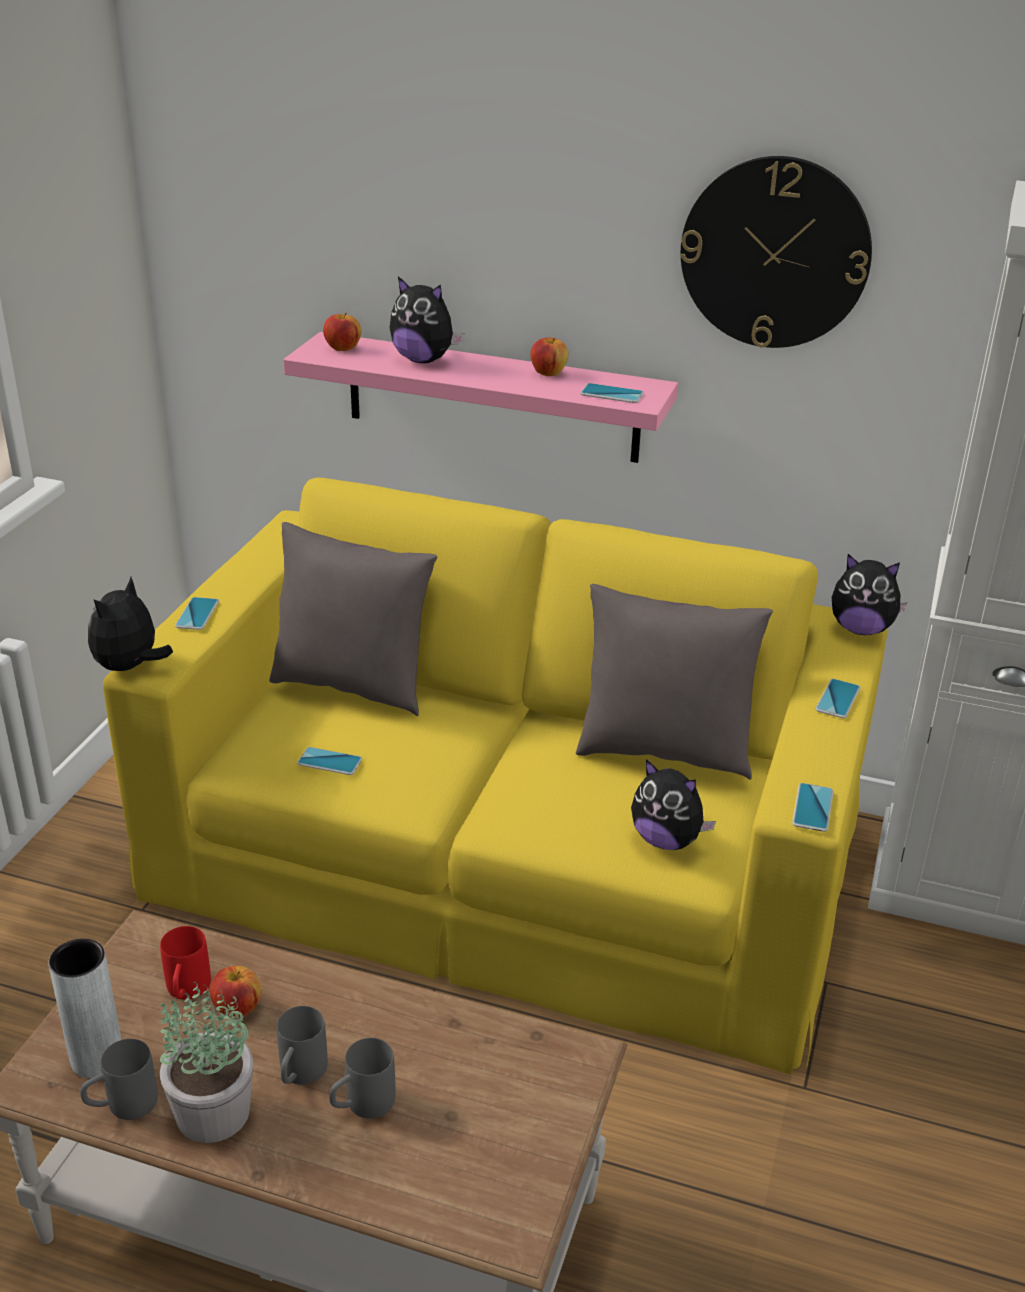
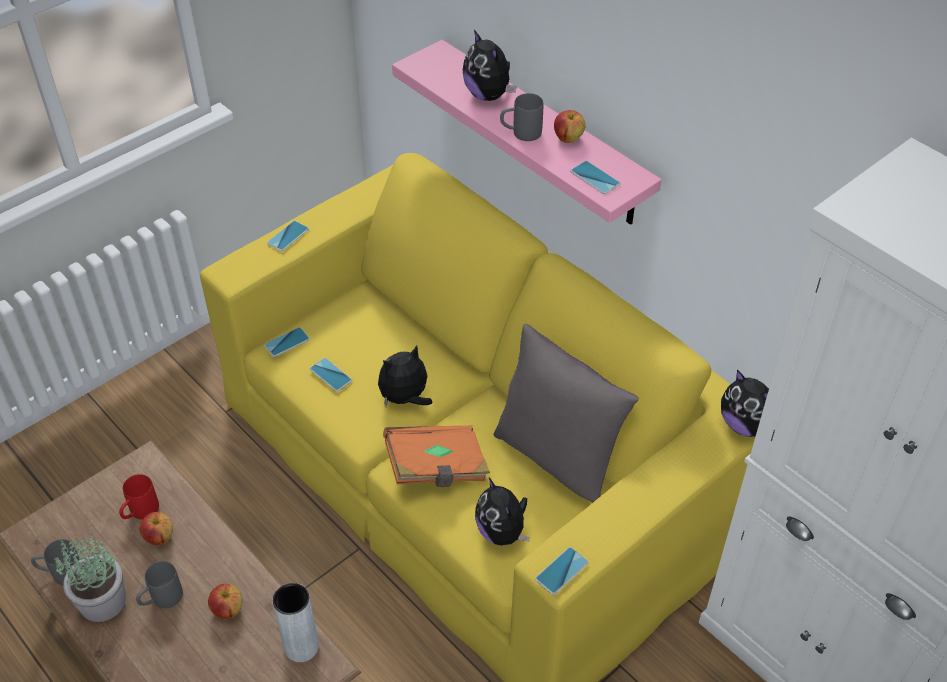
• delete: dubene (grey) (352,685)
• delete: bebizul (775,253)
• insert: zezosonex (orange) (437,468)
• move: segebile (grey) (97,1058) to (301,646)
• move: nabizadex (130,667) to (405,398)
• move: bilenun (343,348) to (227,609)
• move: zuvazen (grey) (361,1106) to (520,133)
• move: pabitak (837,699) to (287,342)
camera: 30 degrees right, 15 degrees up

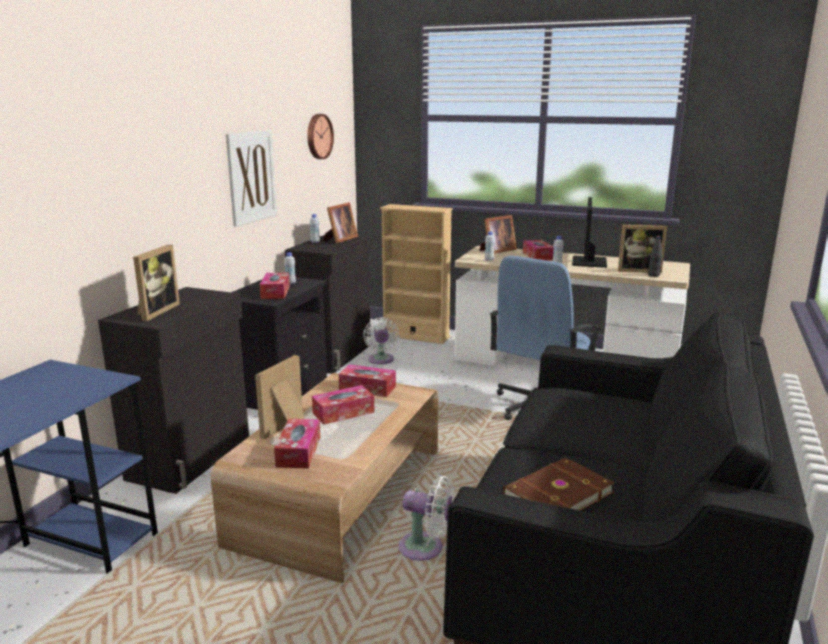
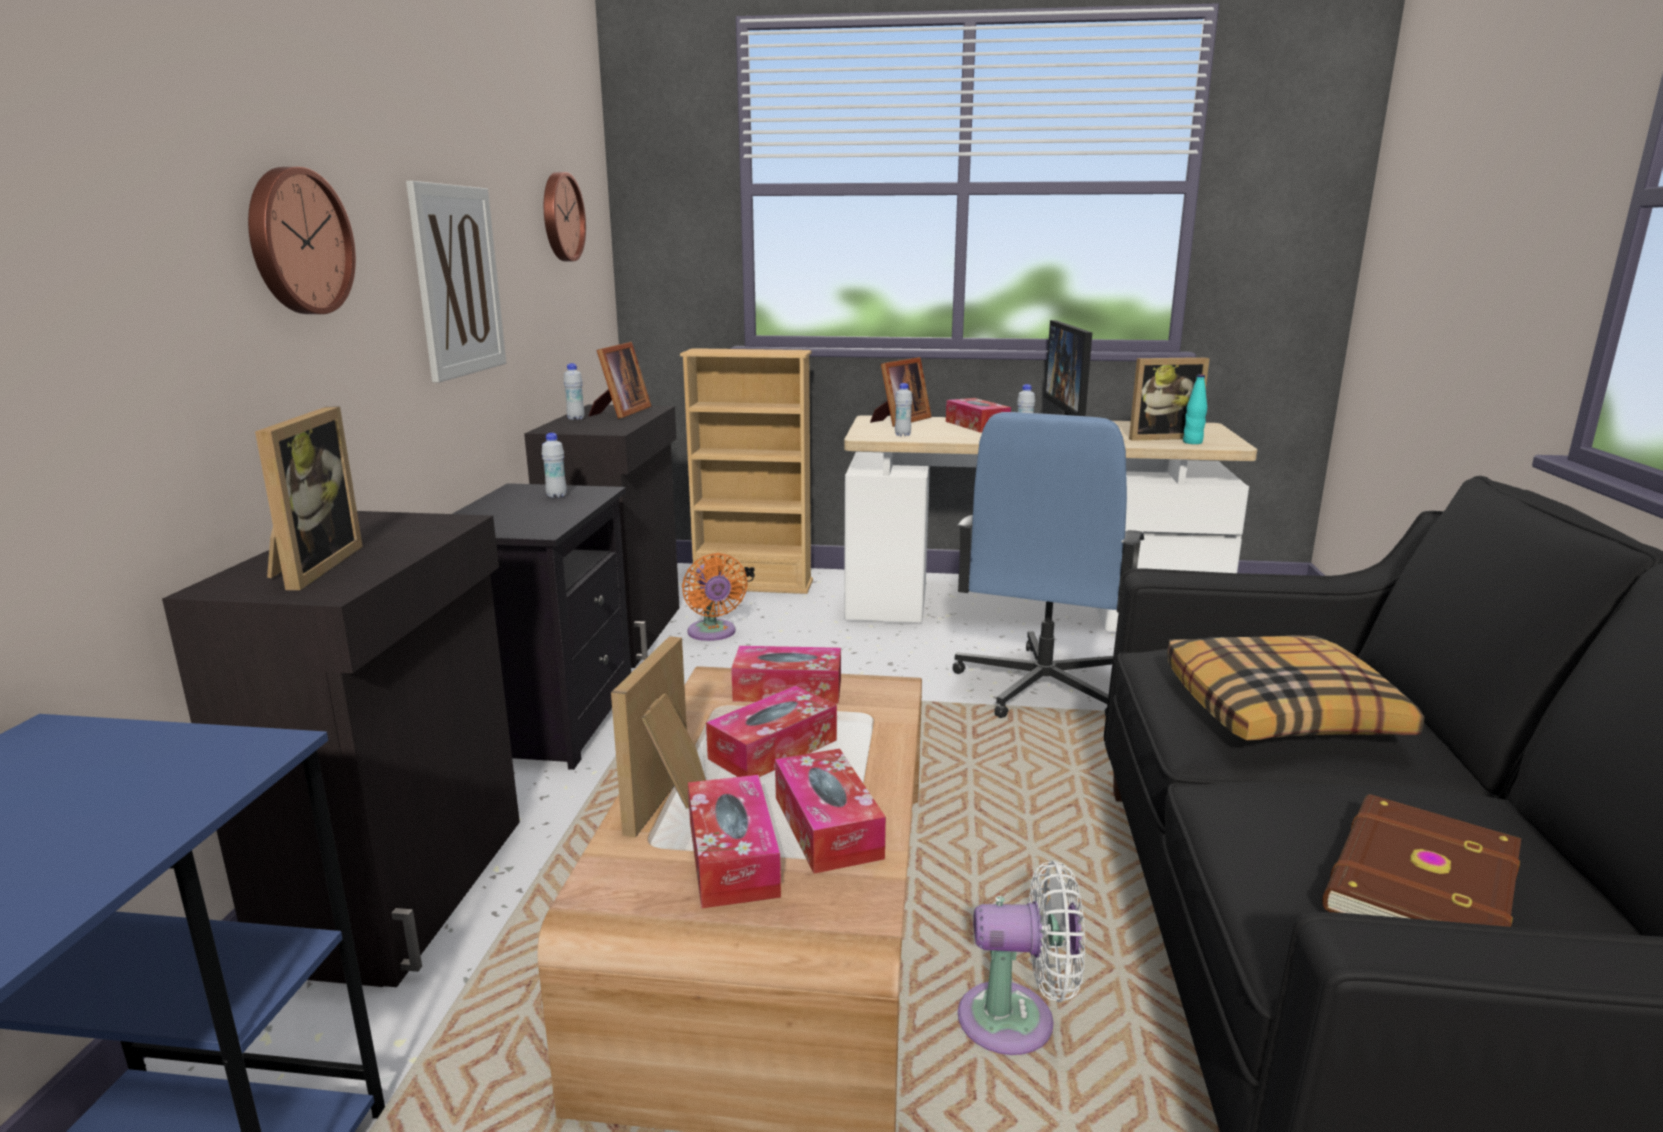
• insert: bebizul (297,242)
• insert: dubene (1281,711)
• move: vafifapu (275,292) to (827,827)
• recolor: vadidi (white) (381,360) to vadidi (orange) (713,633)
• recolor: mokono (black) (653,275) to mokono (turquoise) (1192,442)
camera: 15 degrees left, 0 degrees up

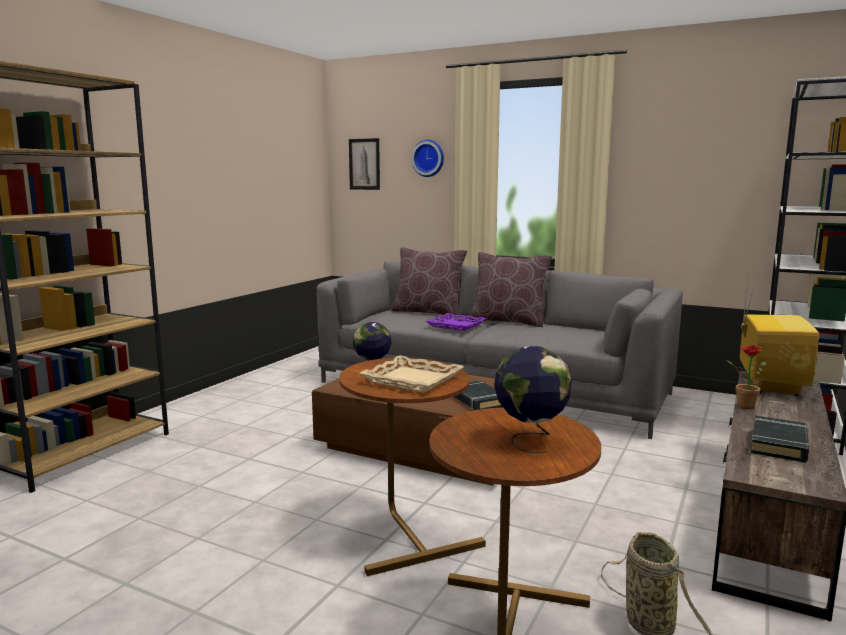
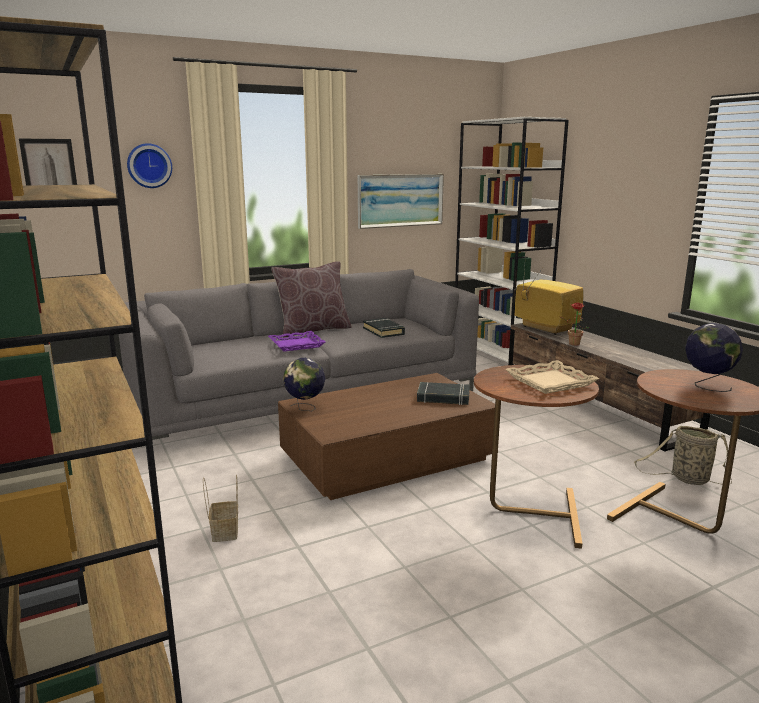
• delete: dubene (brown) (428,312)
• insert: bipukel (224,531)
• insert: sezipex (400,200)
• move: zezosonex (black) (779,444) to (384,331)
camera: 55 degrees left, 5 degrees up

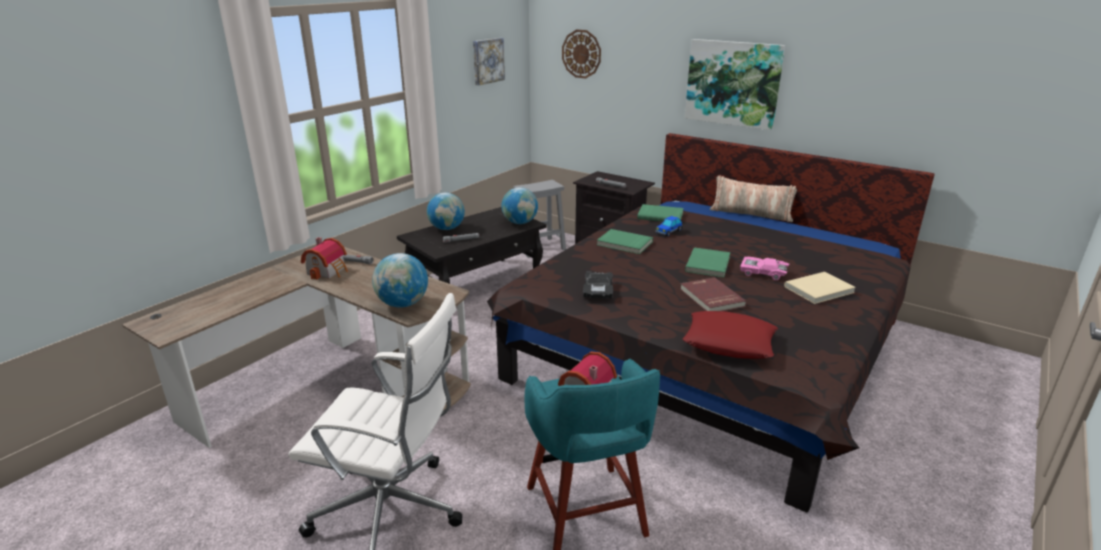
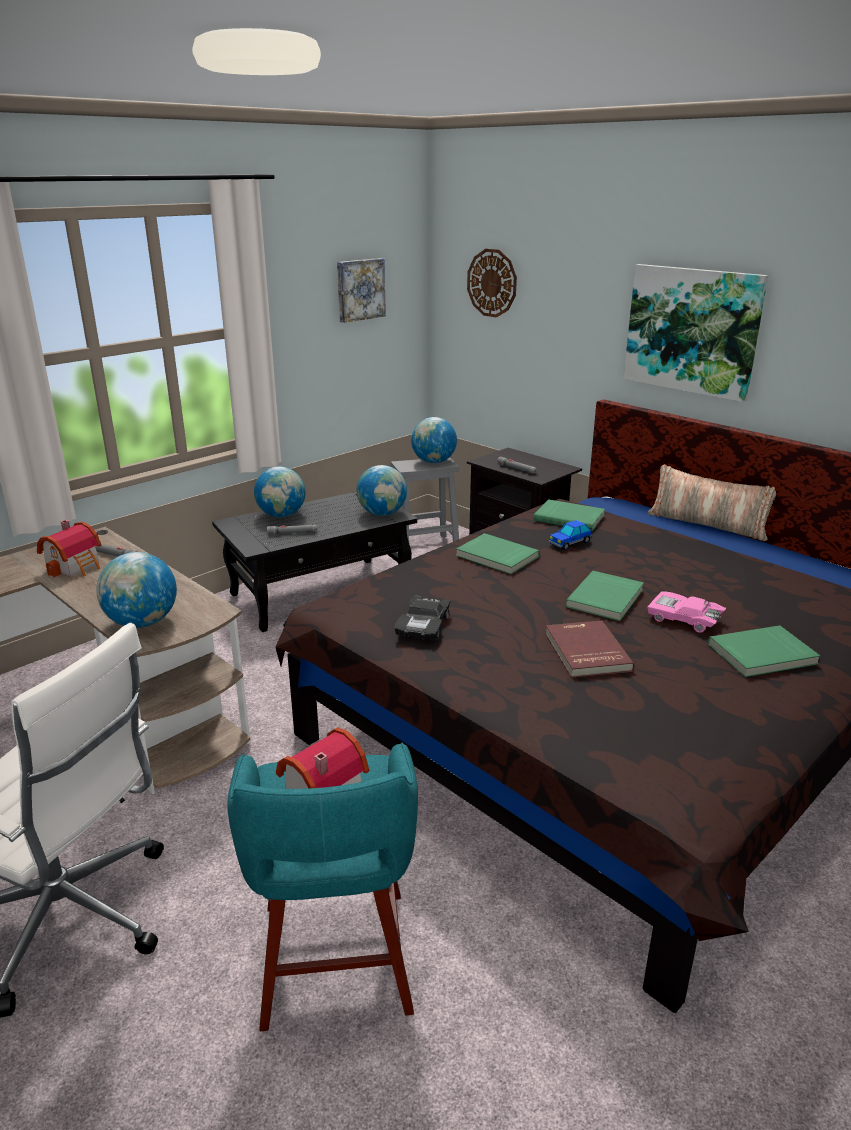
• delete: dubene (red) (729,342)
• insert: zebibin (433,462)
• recolor: zezosonex (beige) (819,290) to zezosonex (green) (763,655)
camera: 10 degrees right, 0 degrees up

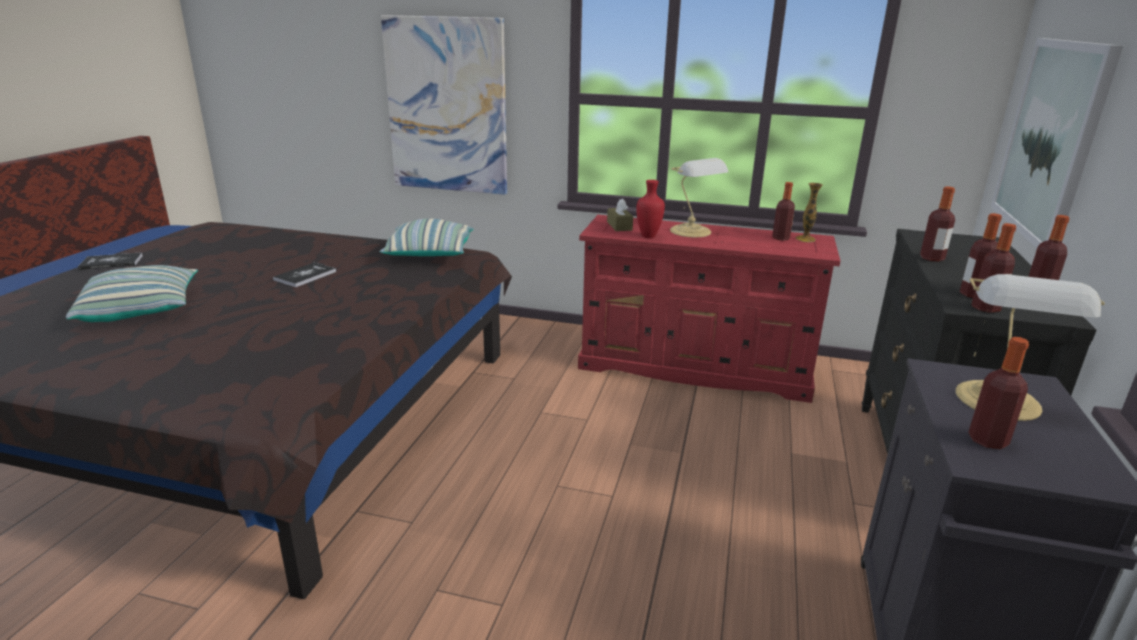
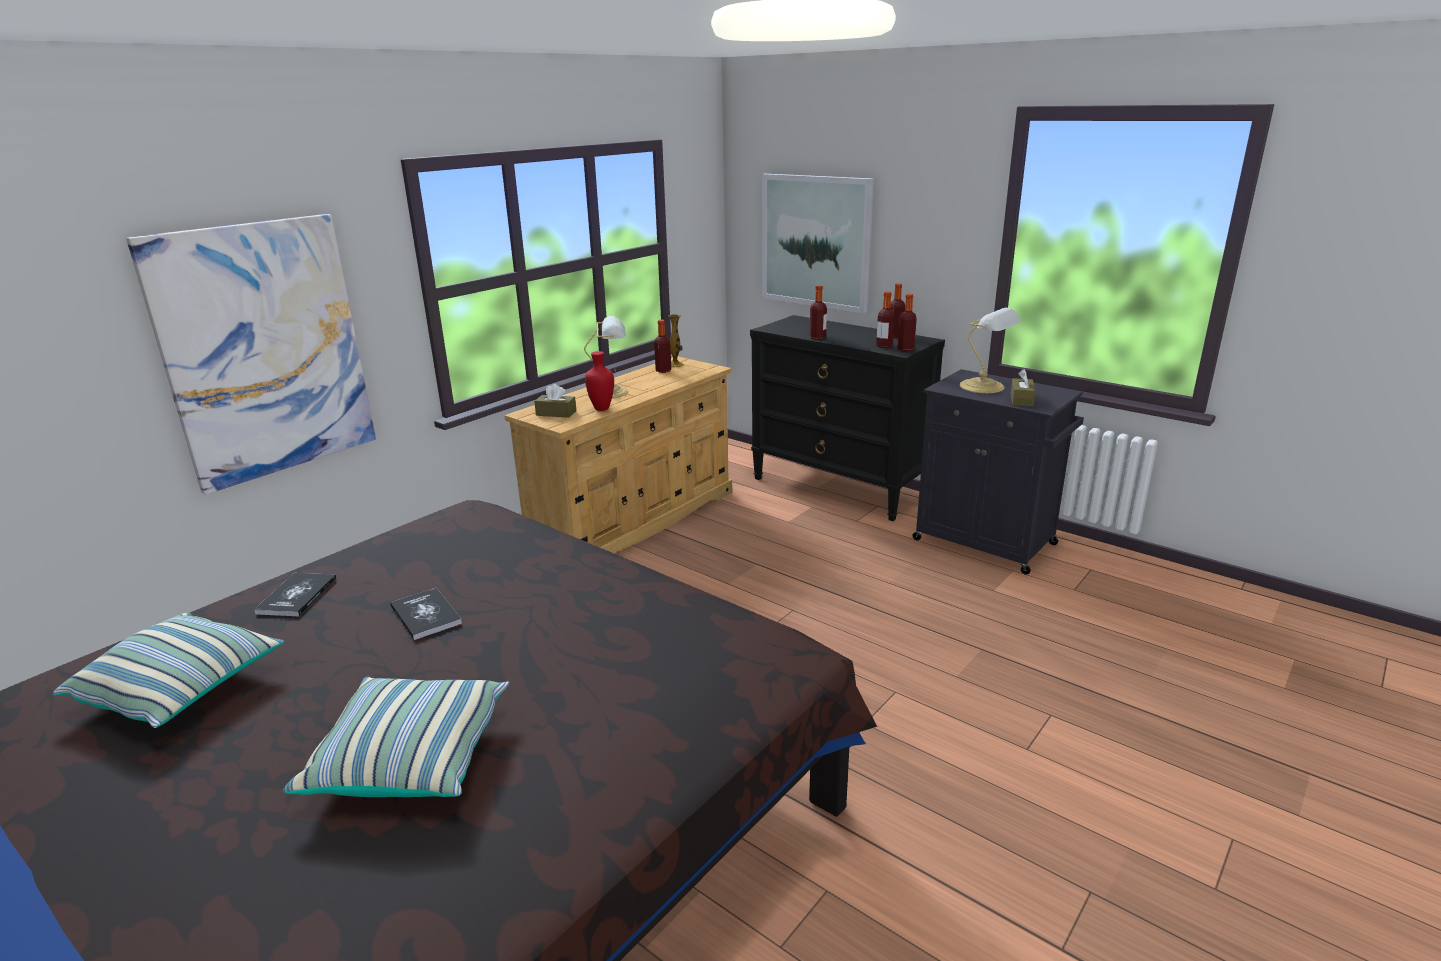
• move: zezosonex (111,262) to (297,596)
• move: dubene (429,255) to (182,688)
• replace: mokono (987,440) to vafifapu (brown) (1021,399)
• recolor: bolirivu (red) (695,368) to bolirivu (beige) (635,520)
camera: 65 degrees left, 0 degrees up

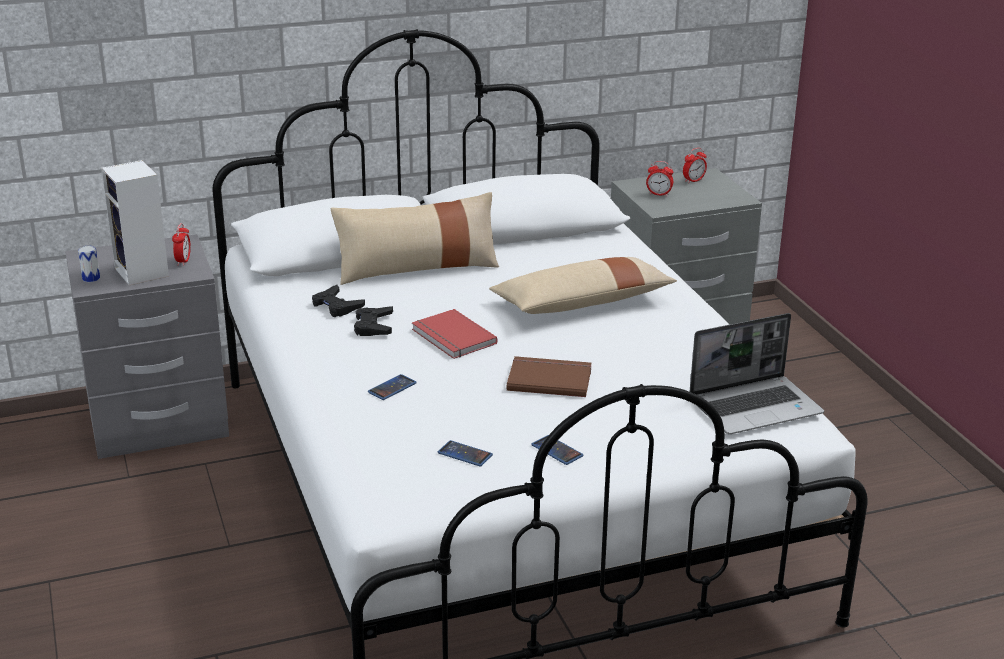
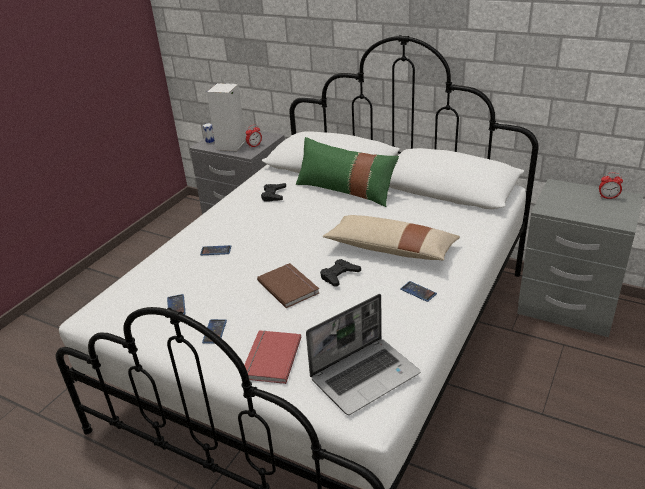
• delete: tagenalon (659,194)
• insert: pabitak (418,292)
• move: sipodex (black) (373,326) to (339,275)
• move: zezosonex (red) (452,337) to (270,358)
• recolor: dubene (beige) (417,268) to dubene (green) (345,190)
• rotate: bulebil (756,407) = (365,375) 60 degrees counterclockwise
camera: 50 degrees right, 5 degrees up

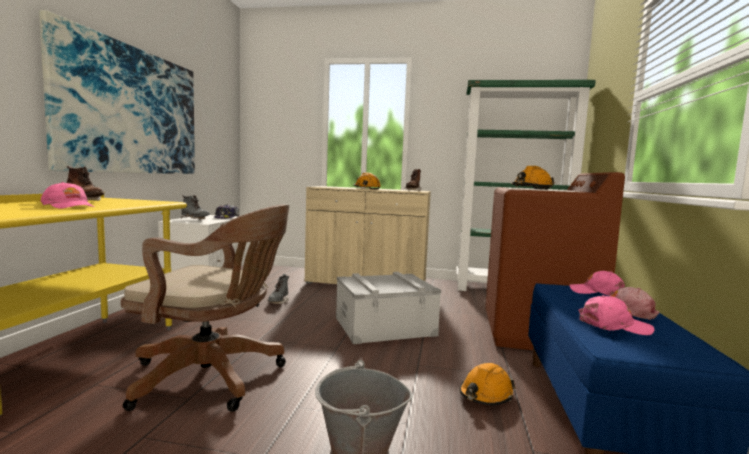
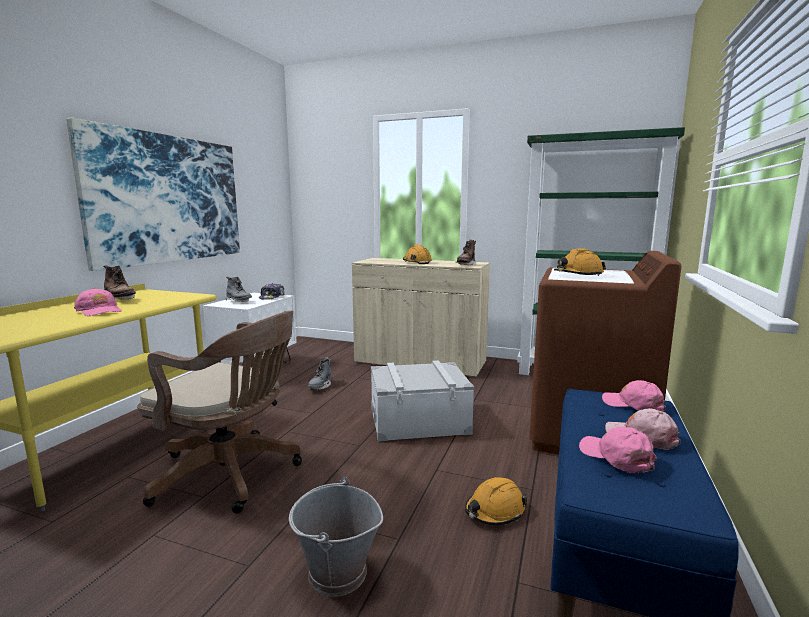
• rotate: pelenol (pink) (614,325) = (616,456) 150 degrees counterclockwise
camera: 10 degrees right, 5 degrees up

